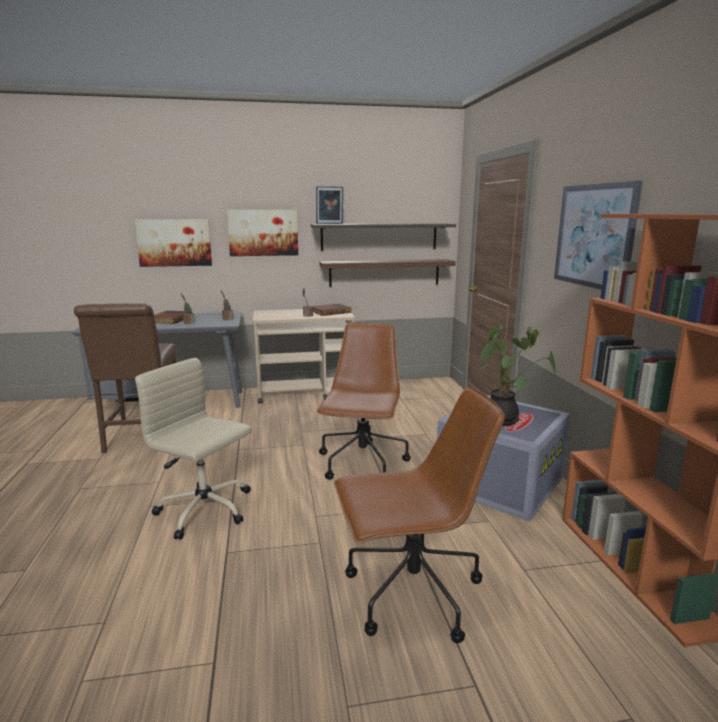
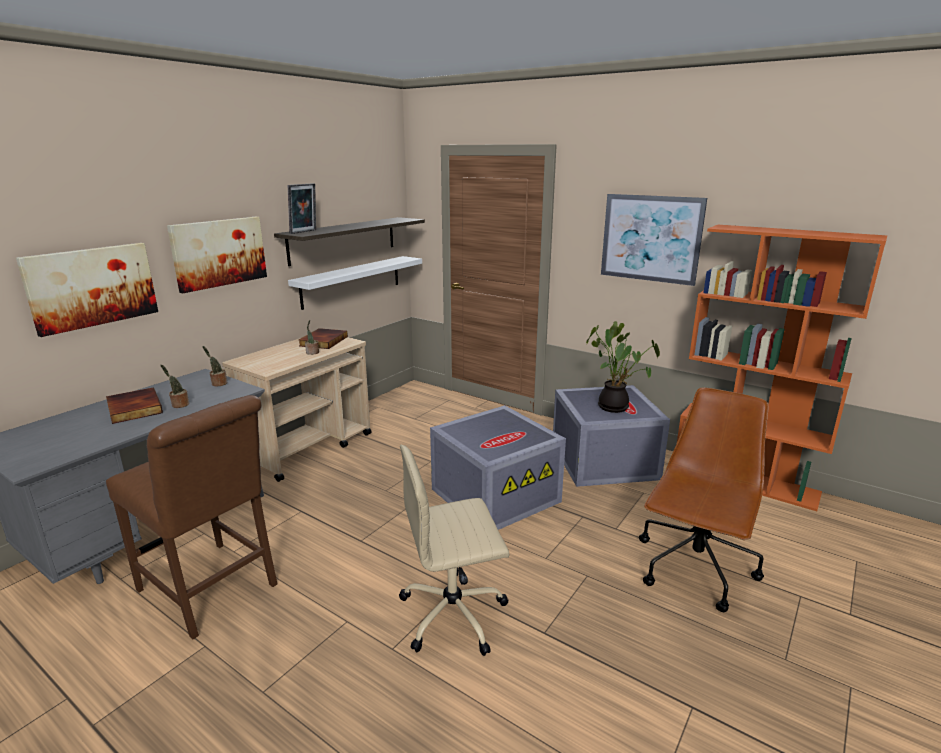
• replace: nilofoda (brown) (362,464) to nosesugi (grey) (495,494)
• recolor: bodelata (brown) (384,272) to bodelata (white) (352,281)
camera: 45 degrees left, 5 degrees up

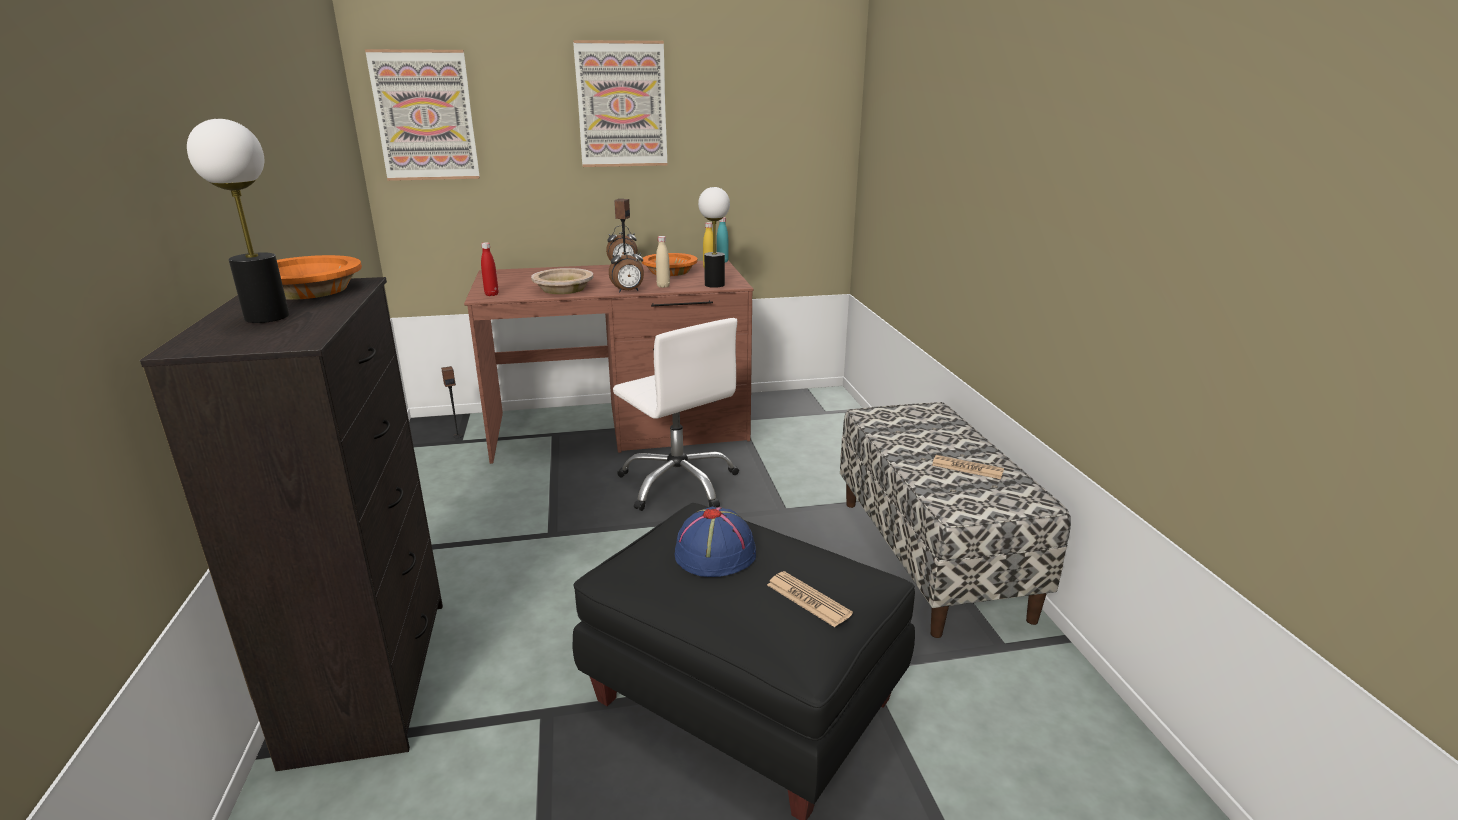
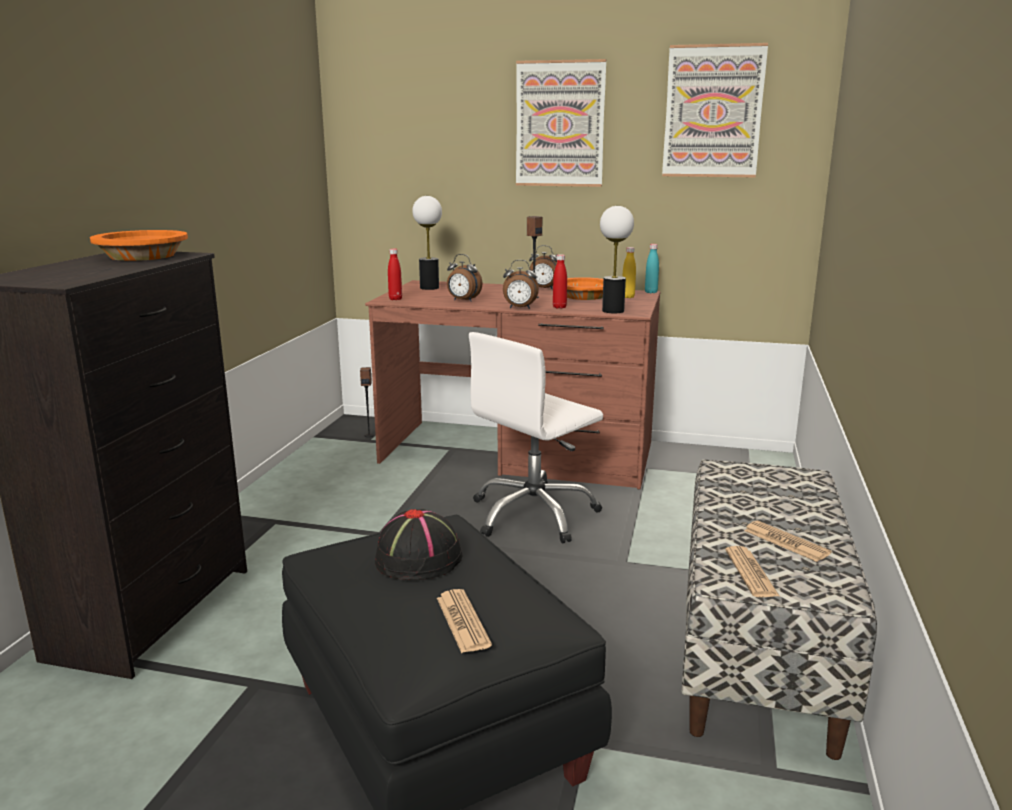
• insert: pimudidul (751,573)
• move: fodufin (268,317) to (429,288)
• move: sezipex (425,116) to (713,112)
• replace: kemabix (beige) (563,289) to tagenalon (463,300)
• recolor: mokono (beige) (663,286) to mokono (red) (559,307)
• recolor: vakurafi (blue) (716,553) to vakurafi (black) (419,559)
• rotate: nilofoda (white) (679,483) = (534,514) 60 degrees clockwise
camera: 25 degrees right, 5 degrees down

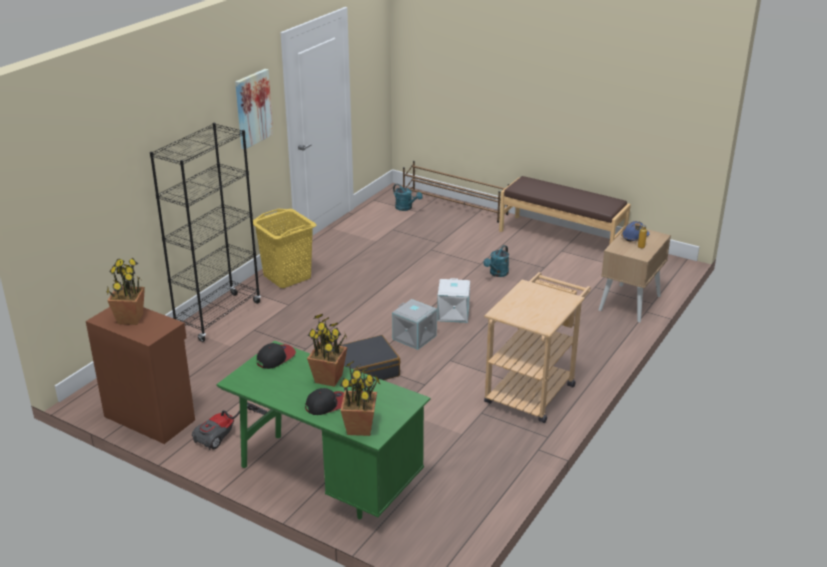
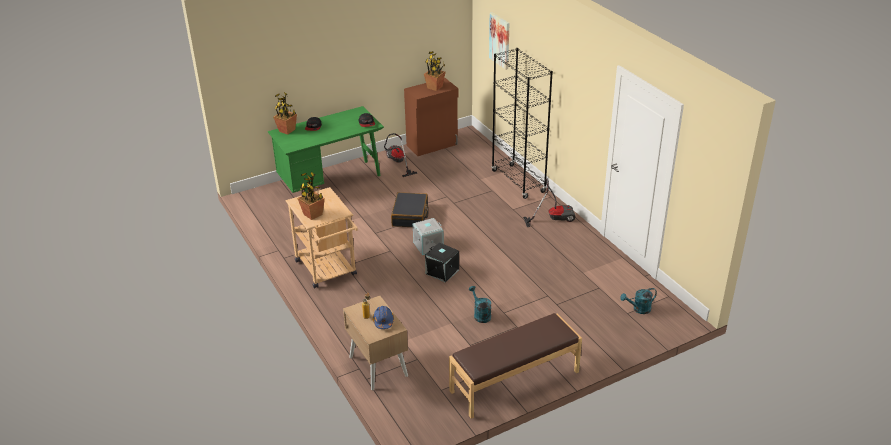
• delete: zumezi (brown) (454,206)
• move: sezipex (253,108) to (500,40)
• move: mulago (328,378) to (313,214)
• replace: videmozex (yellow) (287,276) to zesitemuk (553,218)
• recolor: nosesugi (white) (454,314) to nosesugi (black) (442,272)
camera: 120 degrees right, 5 degrees up

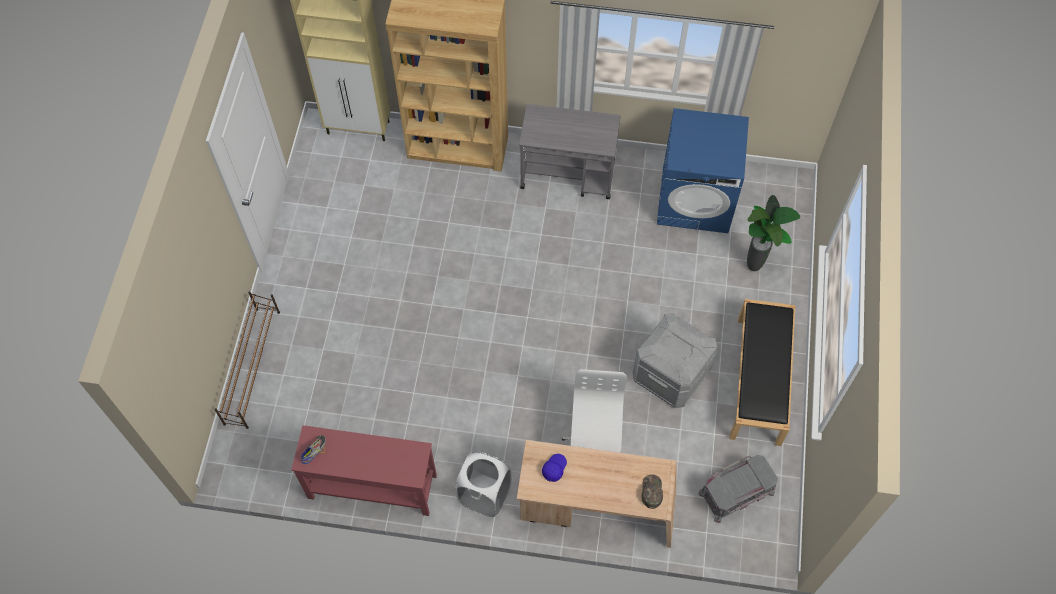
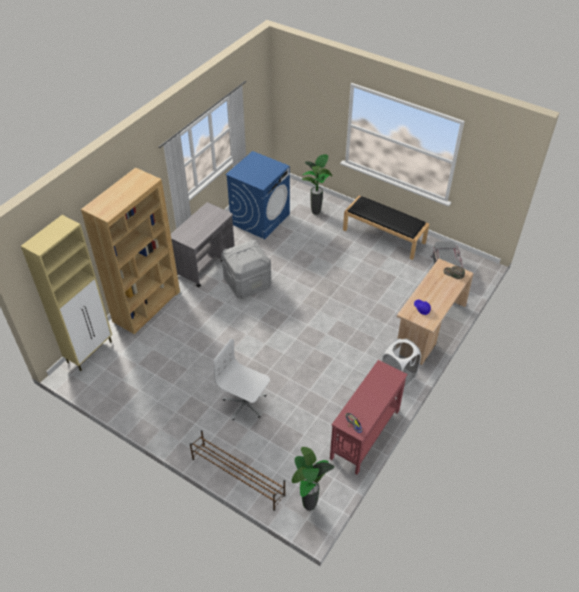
• insert: mulago (309,507)
• move: nilofoda (white) (593,442) to (245,404)
• move: nosesugi (grey) (671,374) to (247,283)
camera: 65 degrees left, 15 degrees down

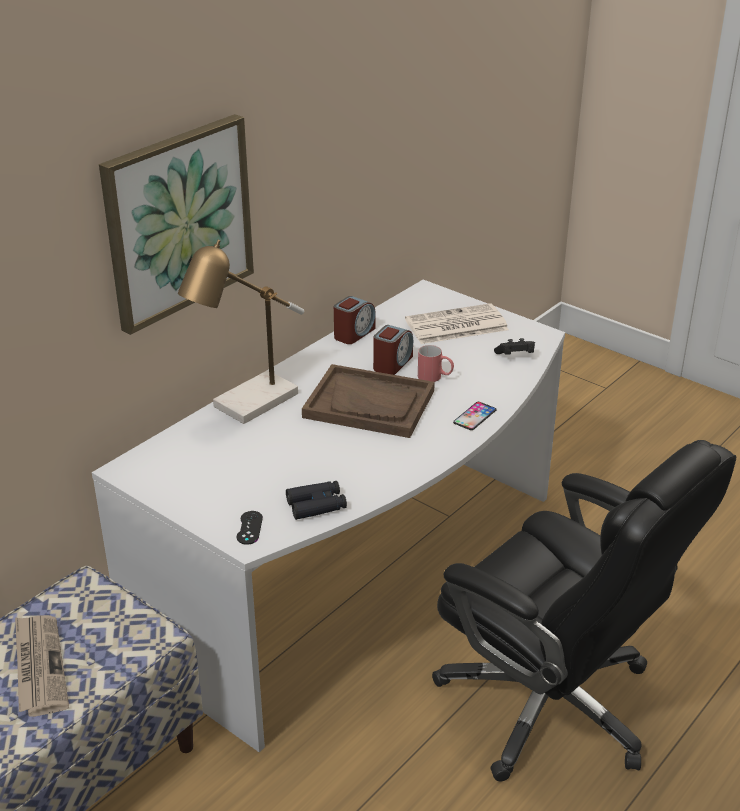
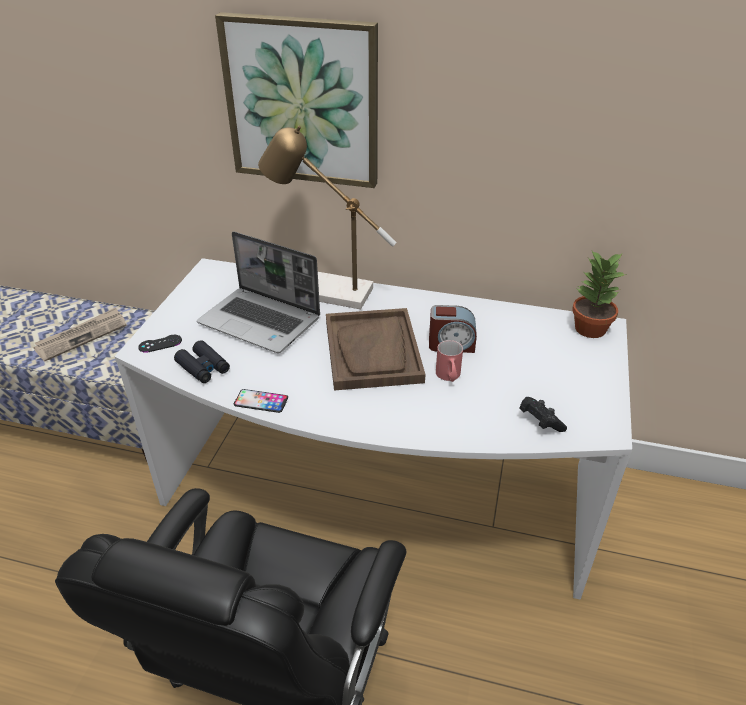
• delete: tagenalon (354,333)
• delete: pimudidul (455,326)
• insert: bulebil (261,321)
• insert: mulago (589,328)
• move: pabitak (474,416) to (261,401)
camera: 65 degrees right, 5 degrees up

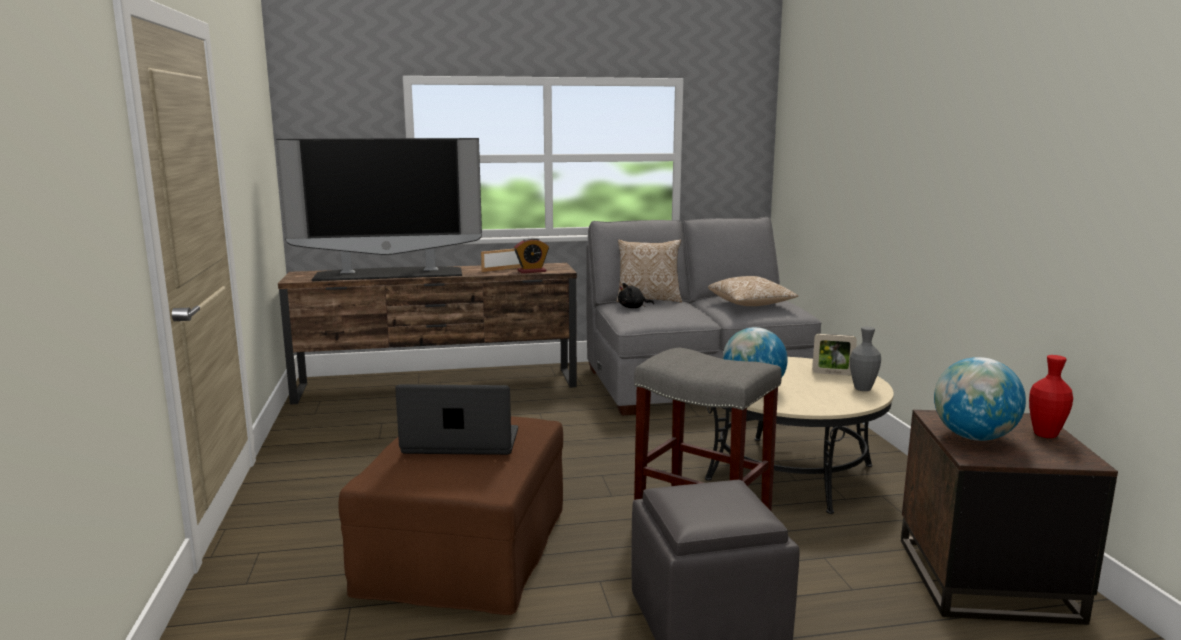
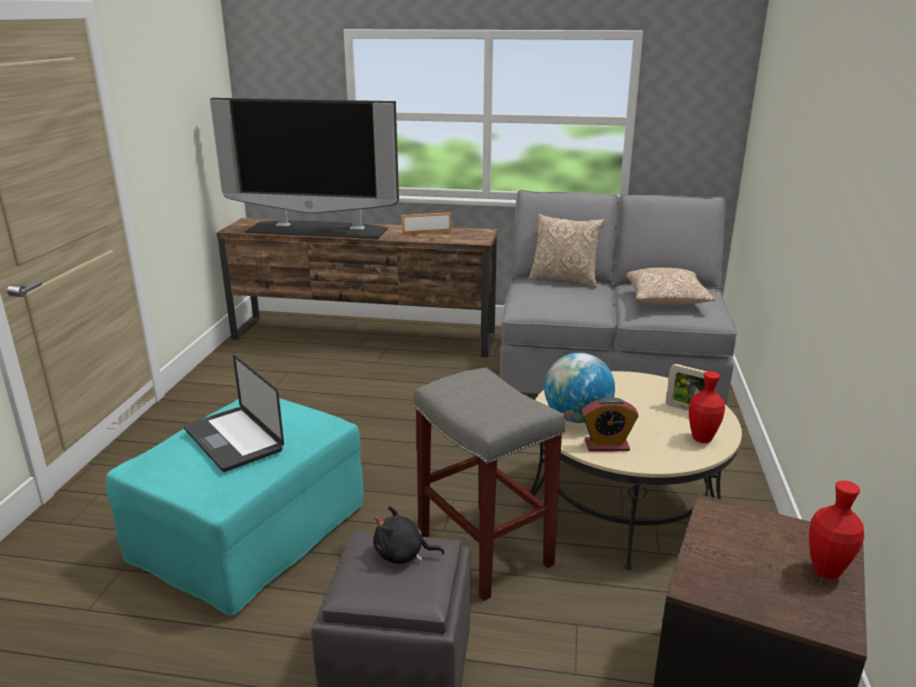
• delete: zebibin (974,437)
• move: tagenalon (531,271) to (606,445)
• move: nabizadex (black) (633,307) to (403,555)
• recolor: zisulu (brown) (464,552) to zisulu (turquoise) (250,532)
• recolor: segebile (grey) (862,389) to segebile (red) (702,439)
• rotate: bulebil (461,442) = (233,440) 150 degrees counterclockwise
camera: 20 degrees right, 10 degrees up

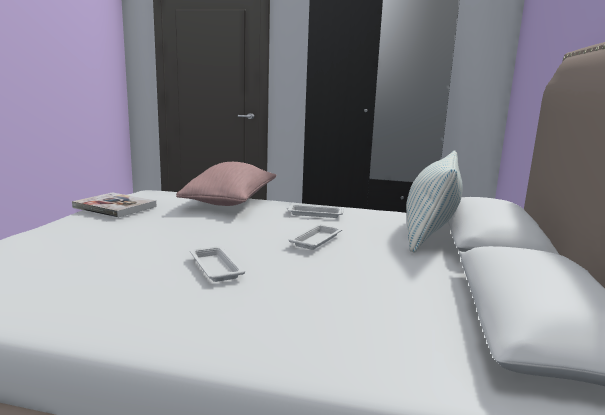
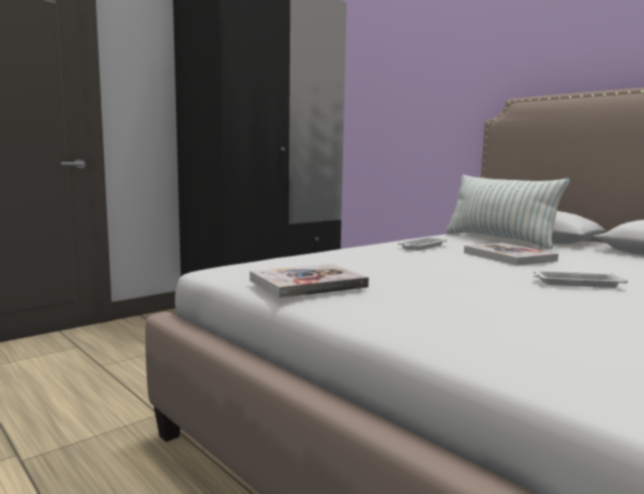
• delete: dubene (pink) (232,202)
• replace: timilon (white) (317,240) to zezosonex (509,256)
camera: 55 degrees left, 5 degrees down

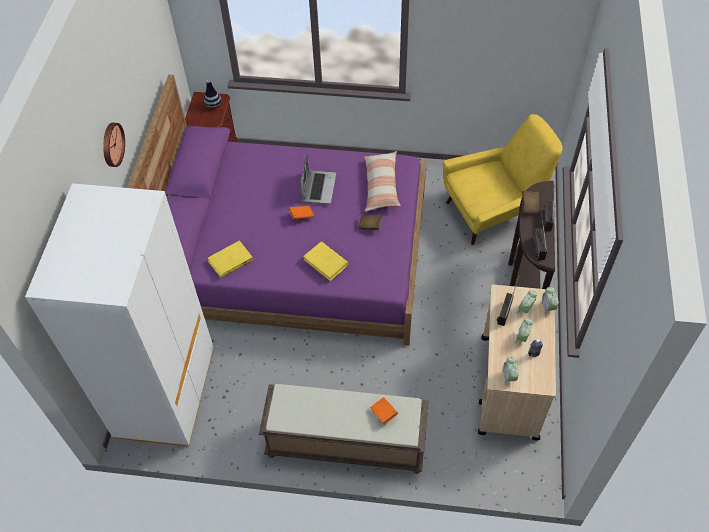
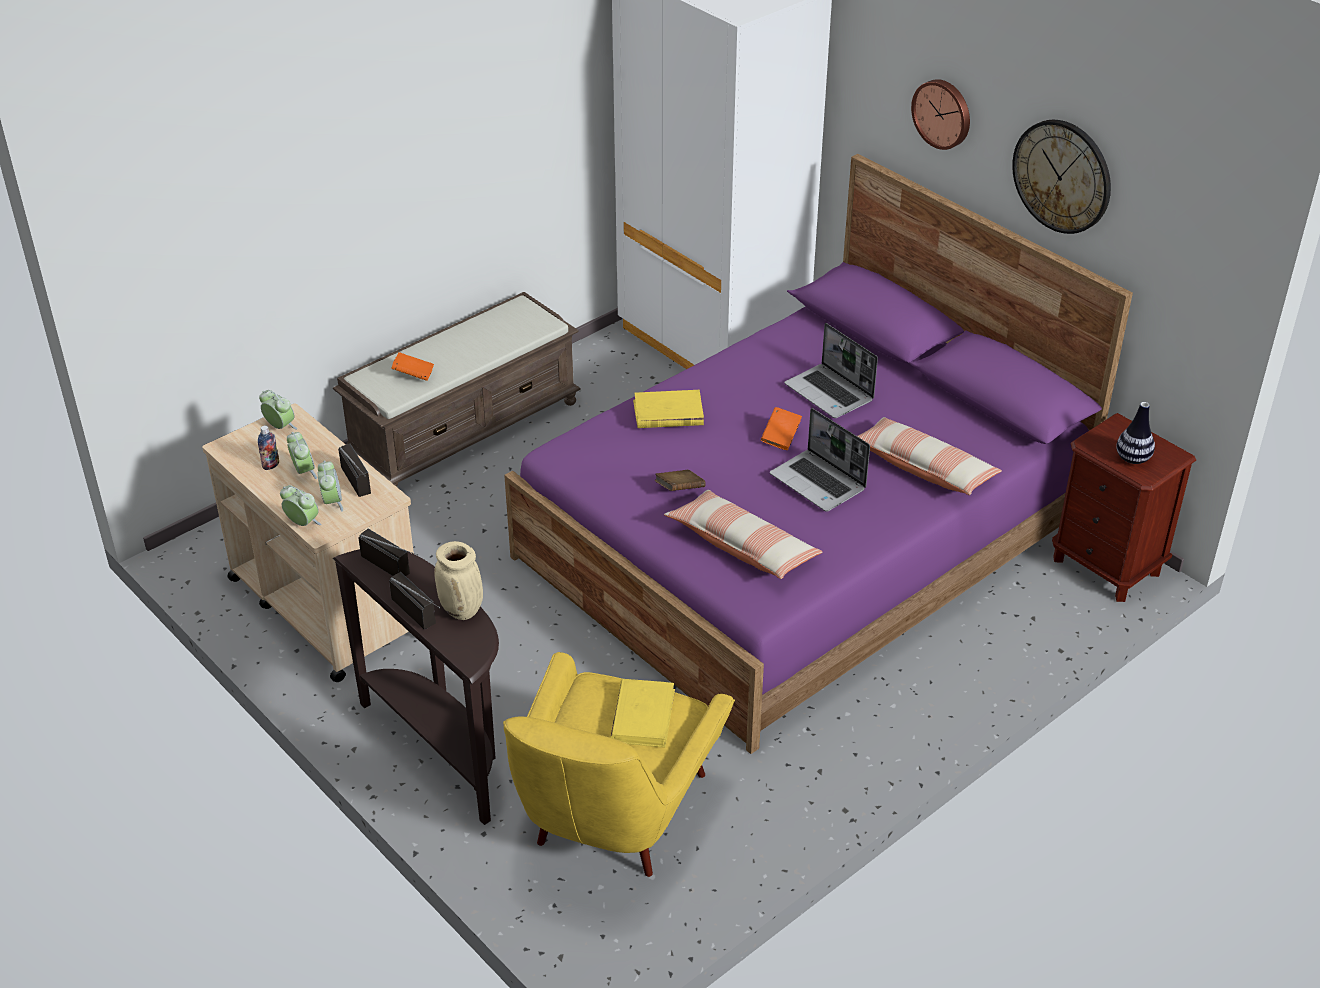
• insert: bulebil (830,393)
• insert: dubene (923,468)
• insert: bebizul (1062,176)
• move: zezosonex (yellow) (230,261) to (643,716)
• replace: zezosonex (brown) (529,206) to segebile (beige) (462,611)
camera: 130 degrees right, 15 degrees down

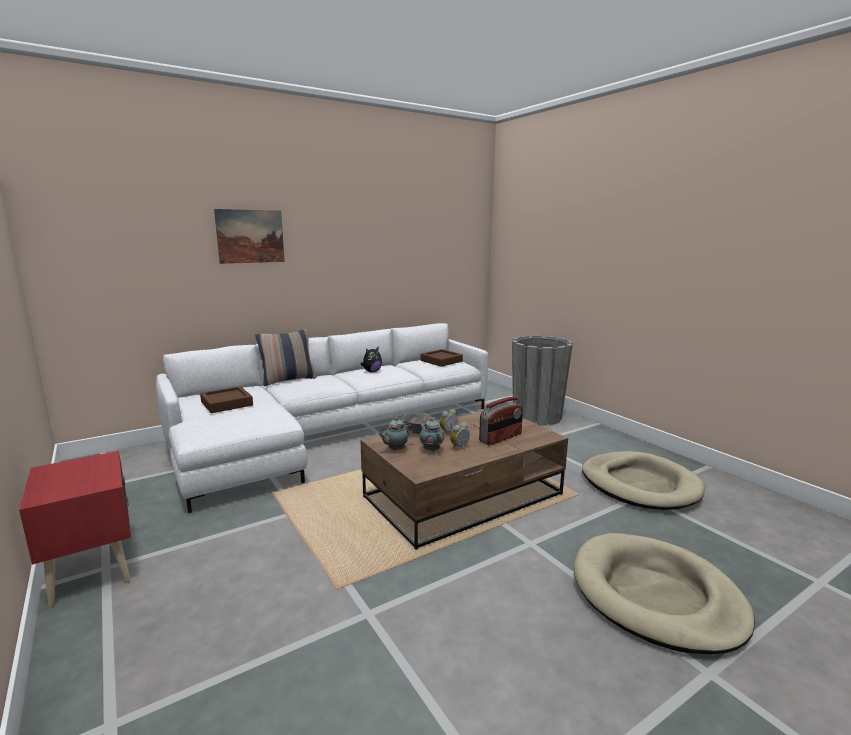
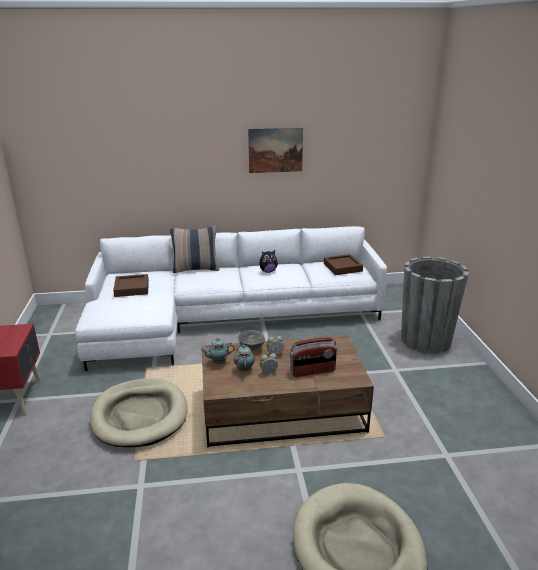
• move: sezipex (250,236) to (275,150)
• move: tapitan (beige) (639,484) to (140,415)
camera: 25 degrees right, 10 degrees up

